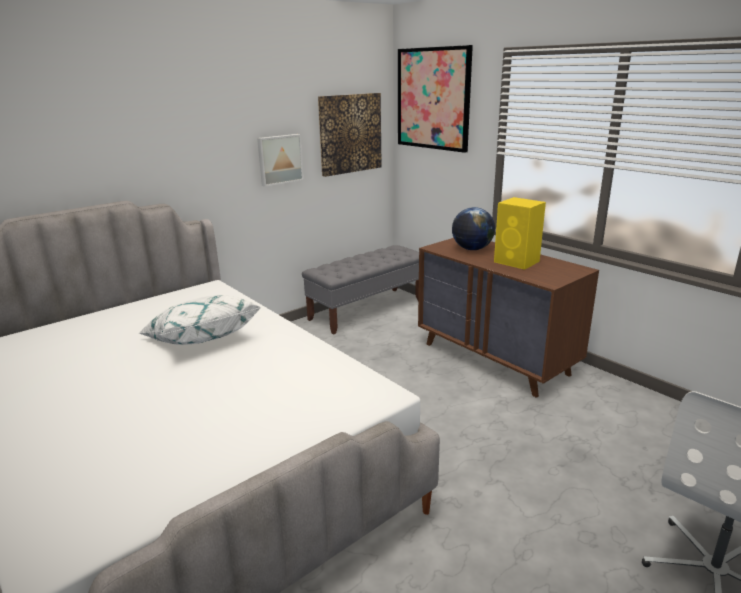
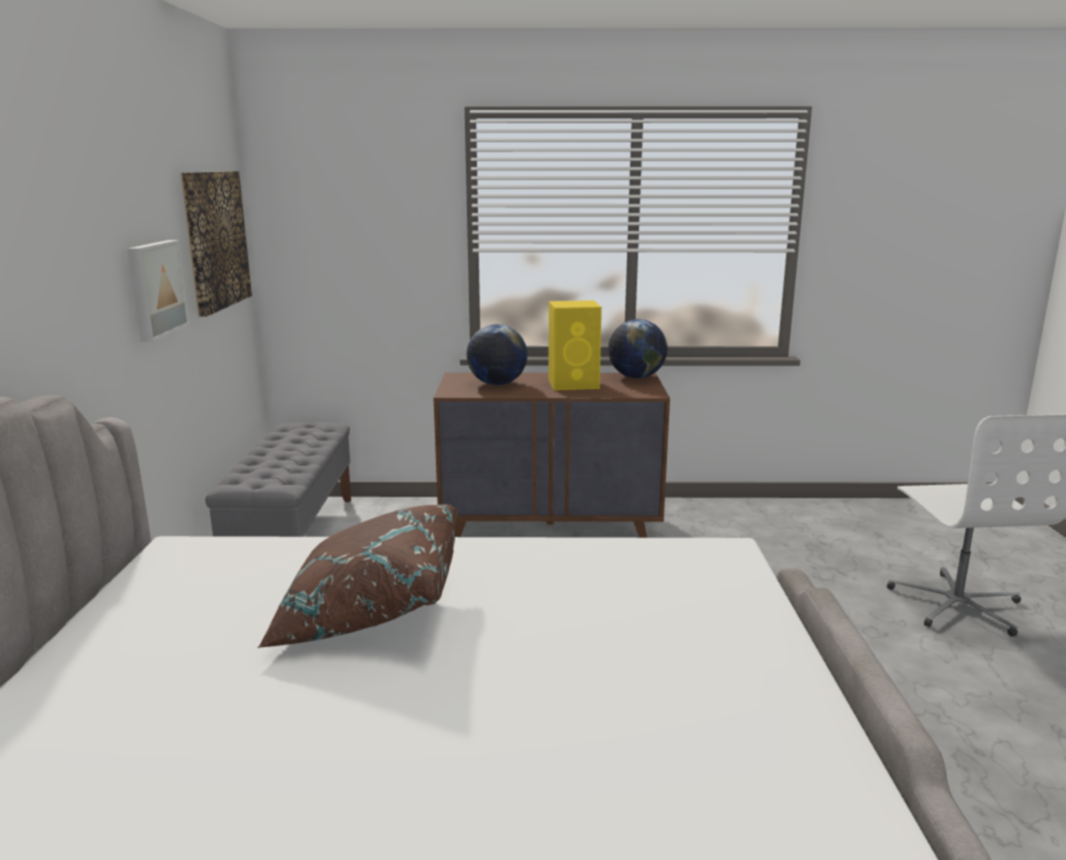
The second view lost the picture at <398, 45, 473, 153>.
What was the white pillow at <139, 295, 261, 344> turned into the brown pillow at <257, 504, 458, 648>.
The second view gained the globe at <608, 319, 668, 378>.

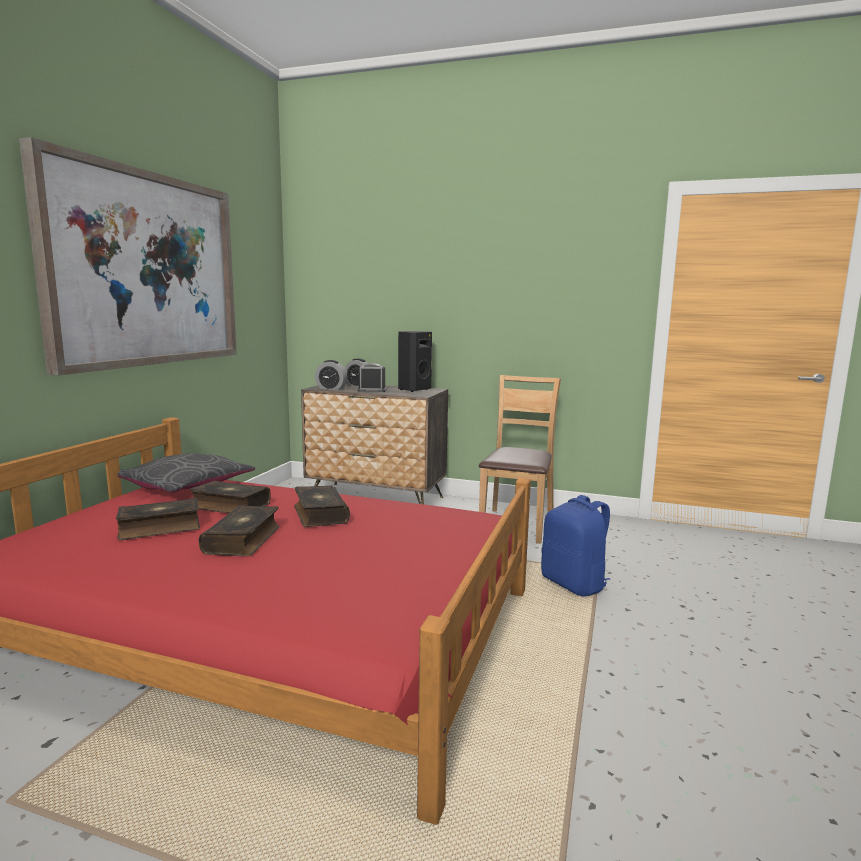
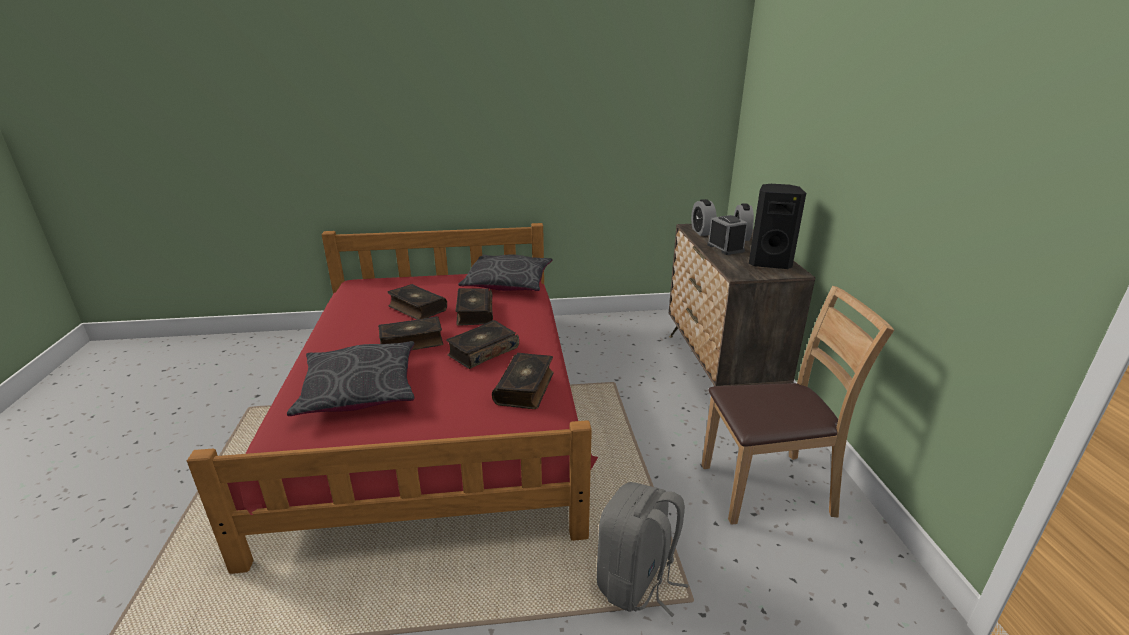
The second view lost the picture at <19, 137, 237, 375>.
What was the blue backpack at <541, 495, 611, 596> turned into the grey backpack at <597, 482, 688, 617>.
The second view gained the grey pillow at <287, 341, 415, 416>.
The second view gained the book at <492, 353, 554, 409>.

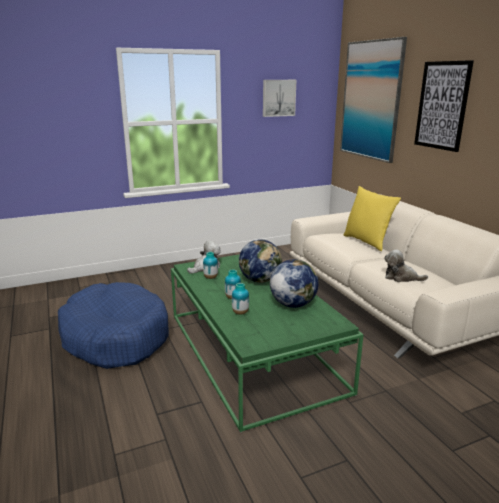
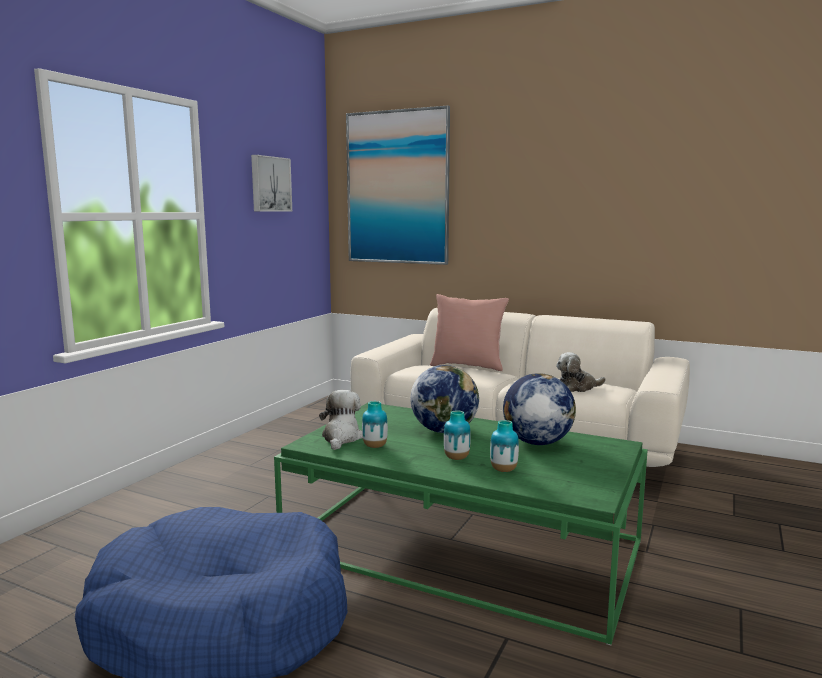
The second view lost the picture at <414, 60, 474, 152>.
What was the yellow pillow at <344, 186, 401, 251> turned into the pink pillow at <430, 294, 509, 371>.

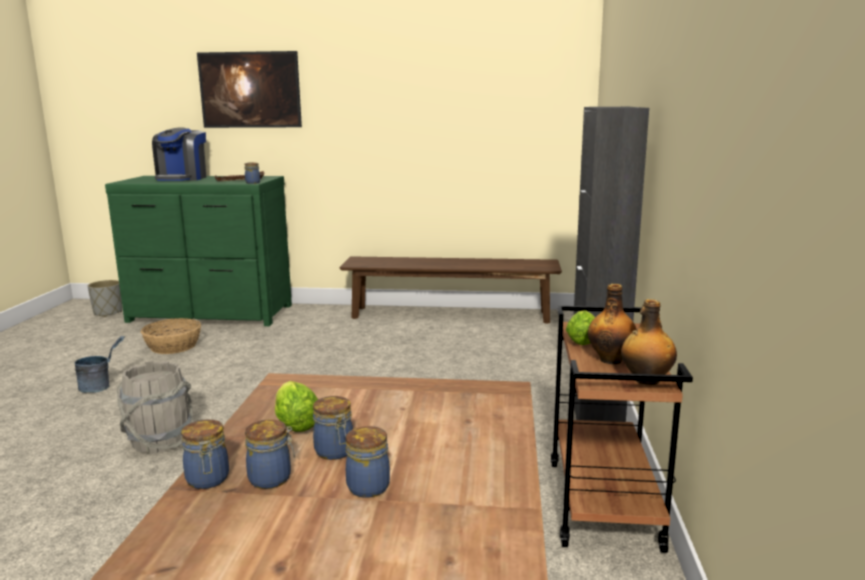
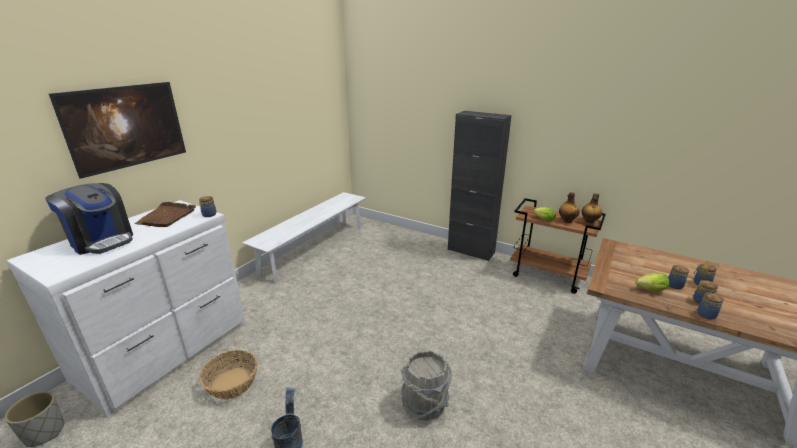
What was the green dresser at <105, 176, 292, 326> turned into the white dresser at <6, 200, 245, 418>.
What was the brown bench at <339, 256, 562, 324> turned into the white bench at <242, 192, 366, 283>.

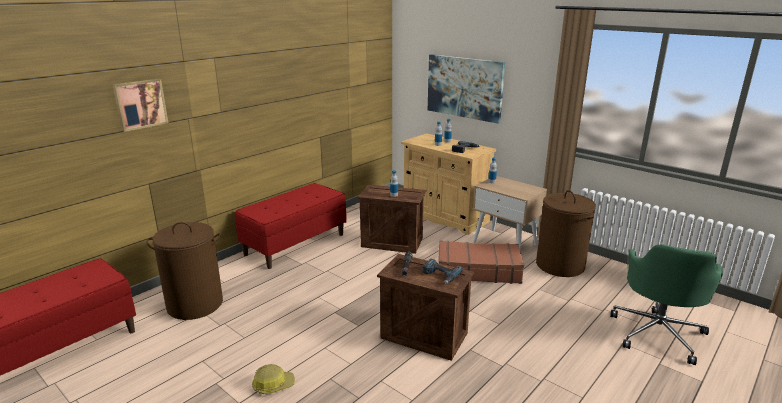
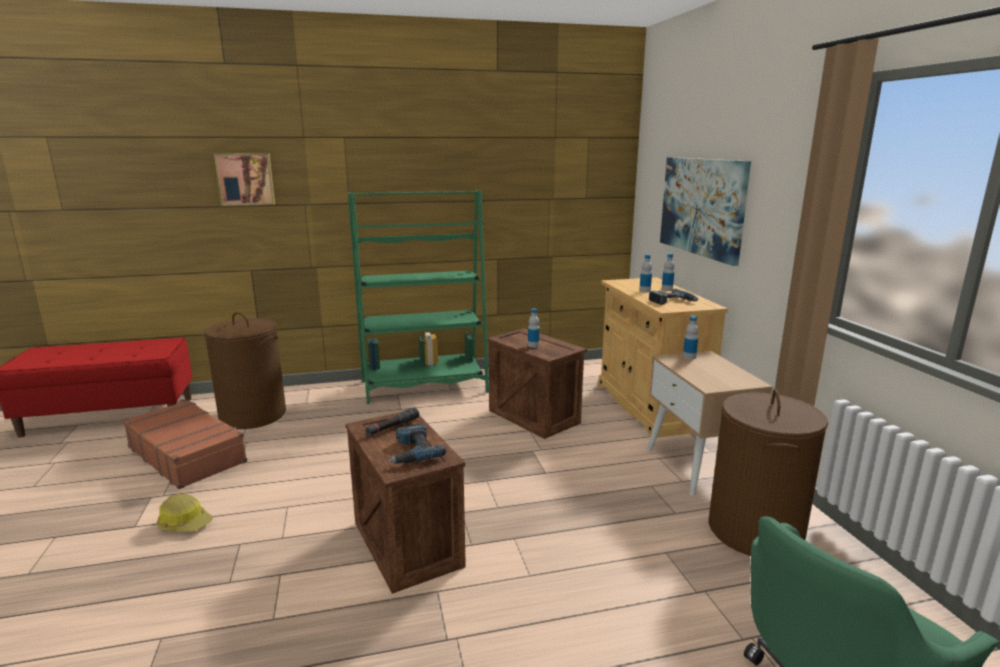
Where the red bench stood at <235, 183, 347, 269>, the green bookcase came to stand at <348, 190, 489, 404>.
The brown suitcase ended up elsewhere, having gone from <438, 241, 524, 284> to <122, 400, 247, 489>.

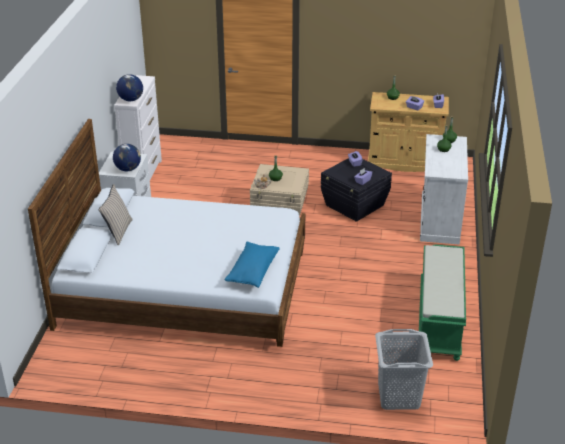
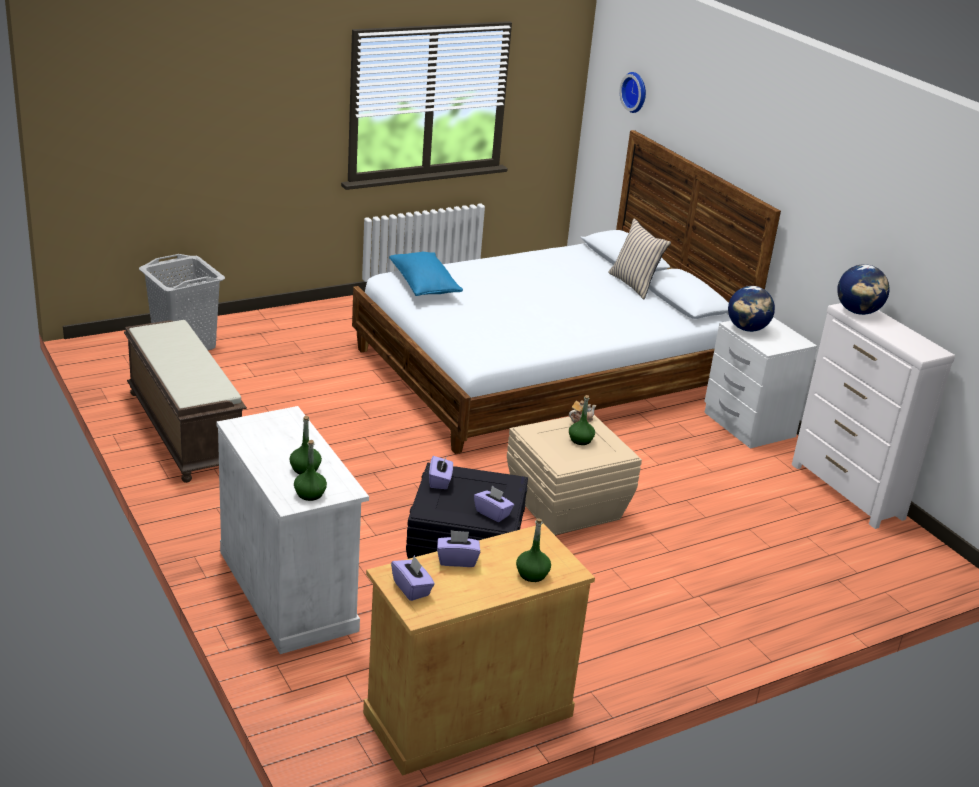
What was the green bench at <419, 245, 466, 361> turned into the brown bench at <124, 320, 247, 483>.
The second view gained the wall clock at <620, 72, 646, 113>.

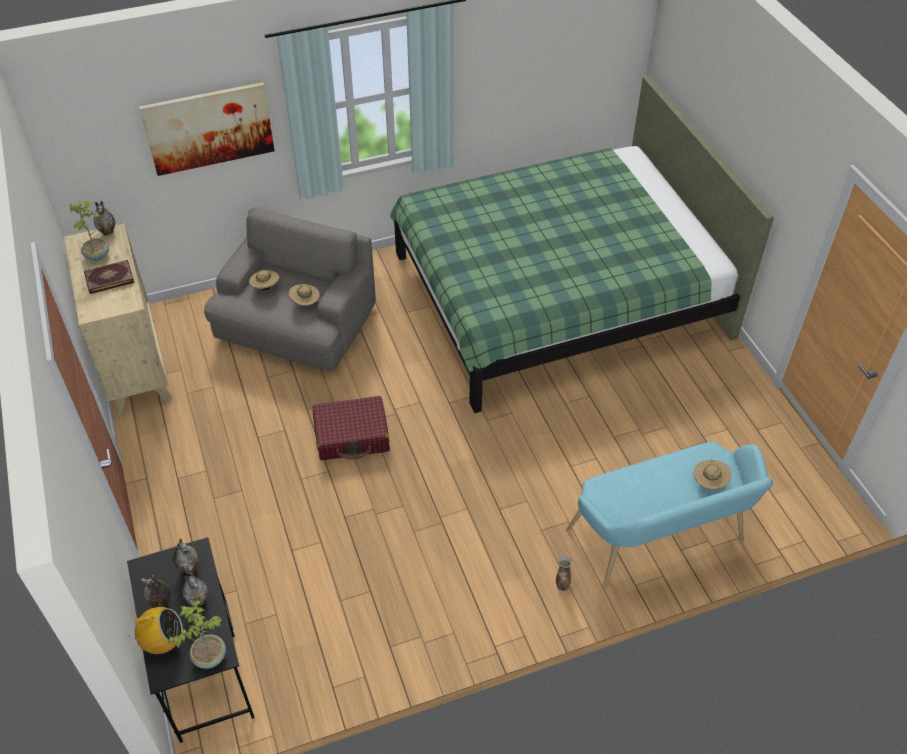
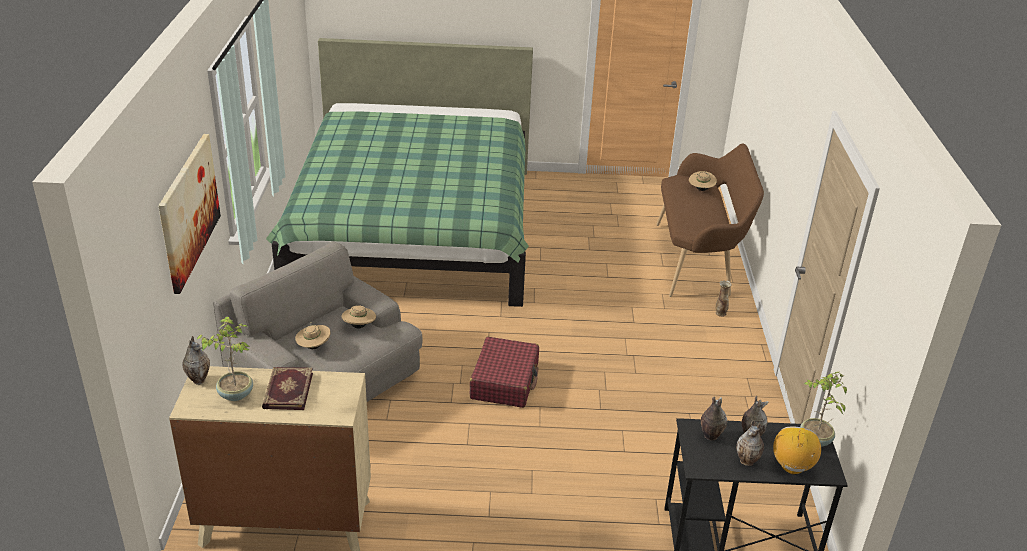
What was the turquoise bench at <566, 442, 773, 588> turned into the brown bench at <656, 143, 764, 297>.

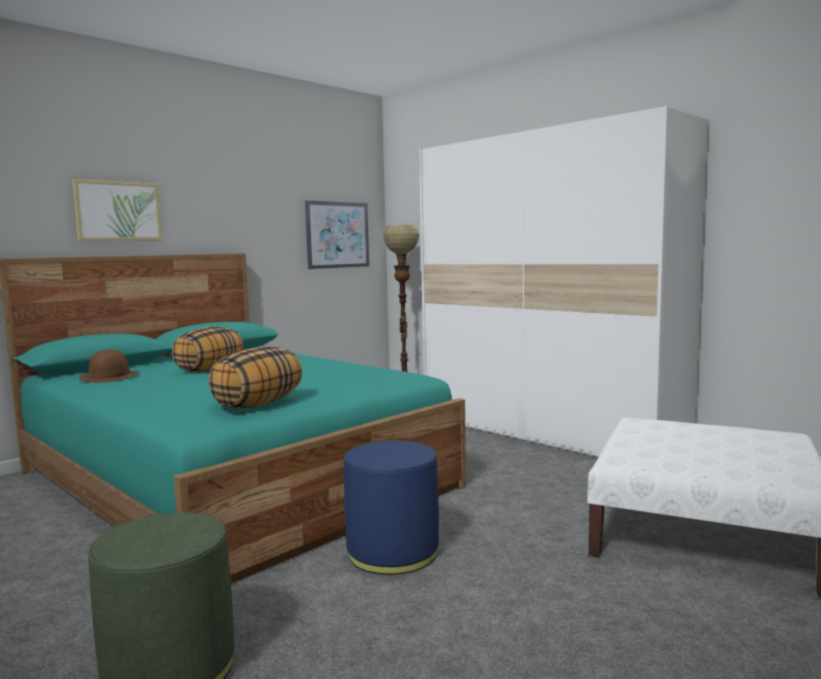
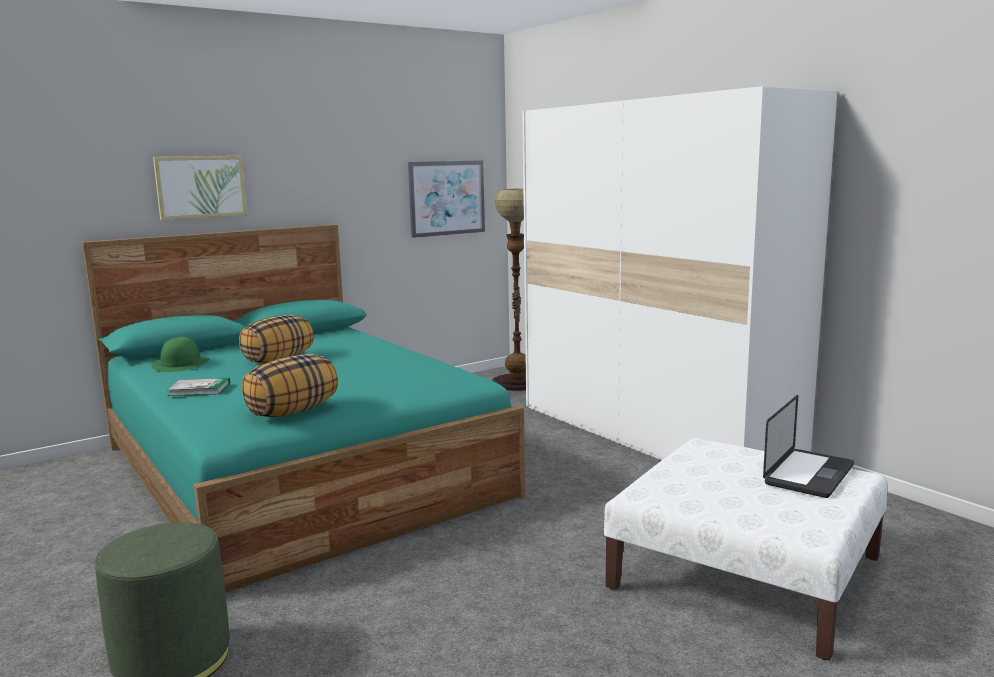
What was the brown hat at <79, 349, 139, 383> turned into the green hat at <151, 337, 210, 372>.
The second view lost the blue ottoman at <344, 441, 439, 575>.
The second view gained the book at <167, 378, 230, 396>.
The second view gained the laptop at <763, 395, 854, 498>.

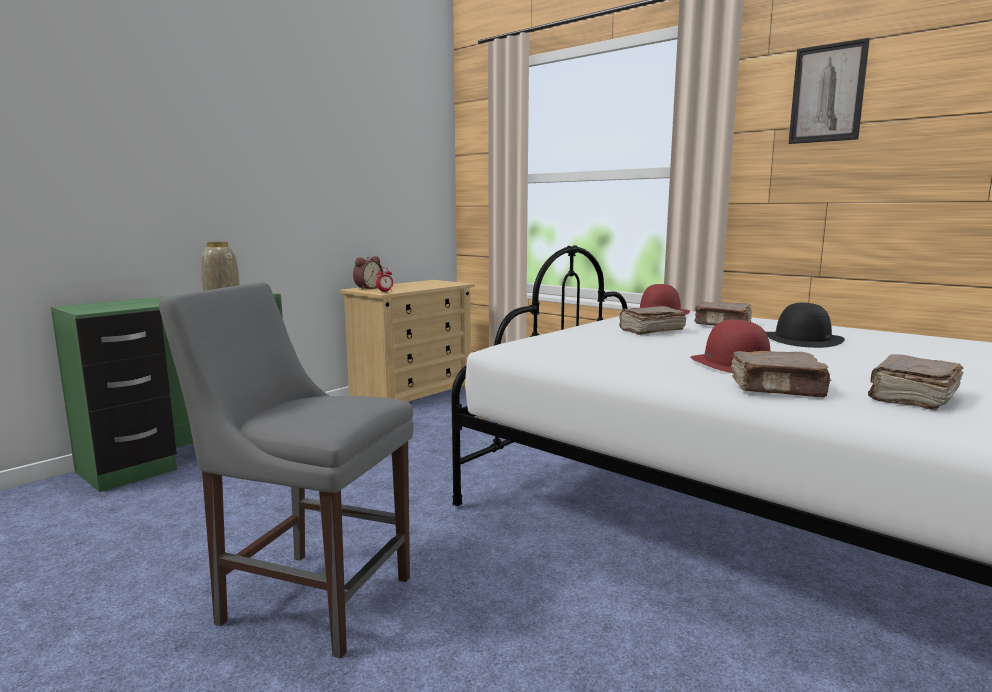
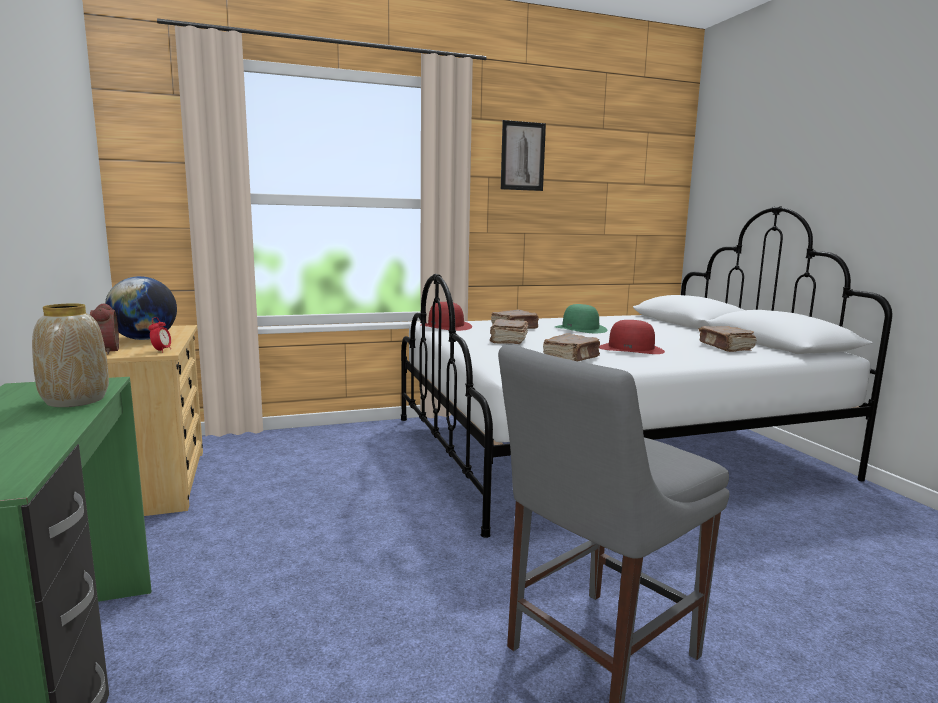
What was the black hat at <766, 303, 845, 348> turned into the green hat at <555, 304, 608, 333>.
The brown book ended up elsewhere, having gone from <731, 351, 832, 397> to <543, 333, 600, 361>.
The second view gained the globe at <105, 276, 177, 340>.

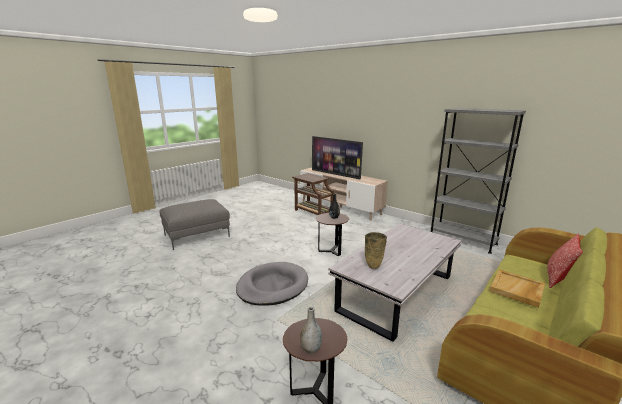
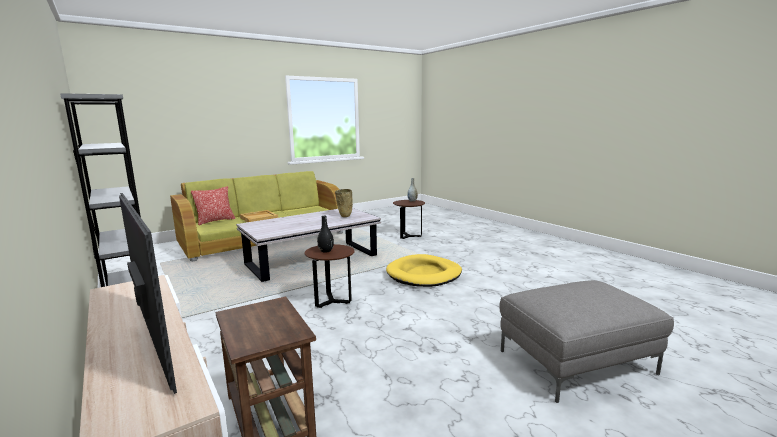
What was the grey dog bed at <236, 262, 308, 306> turned into the yellow dog bed at <386, 254, 462, 287>.

